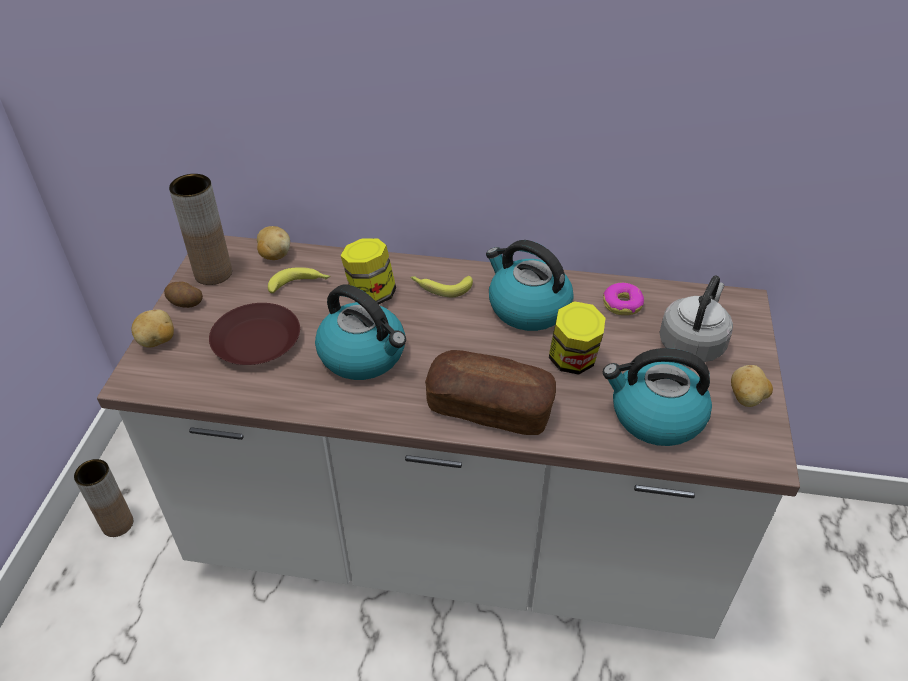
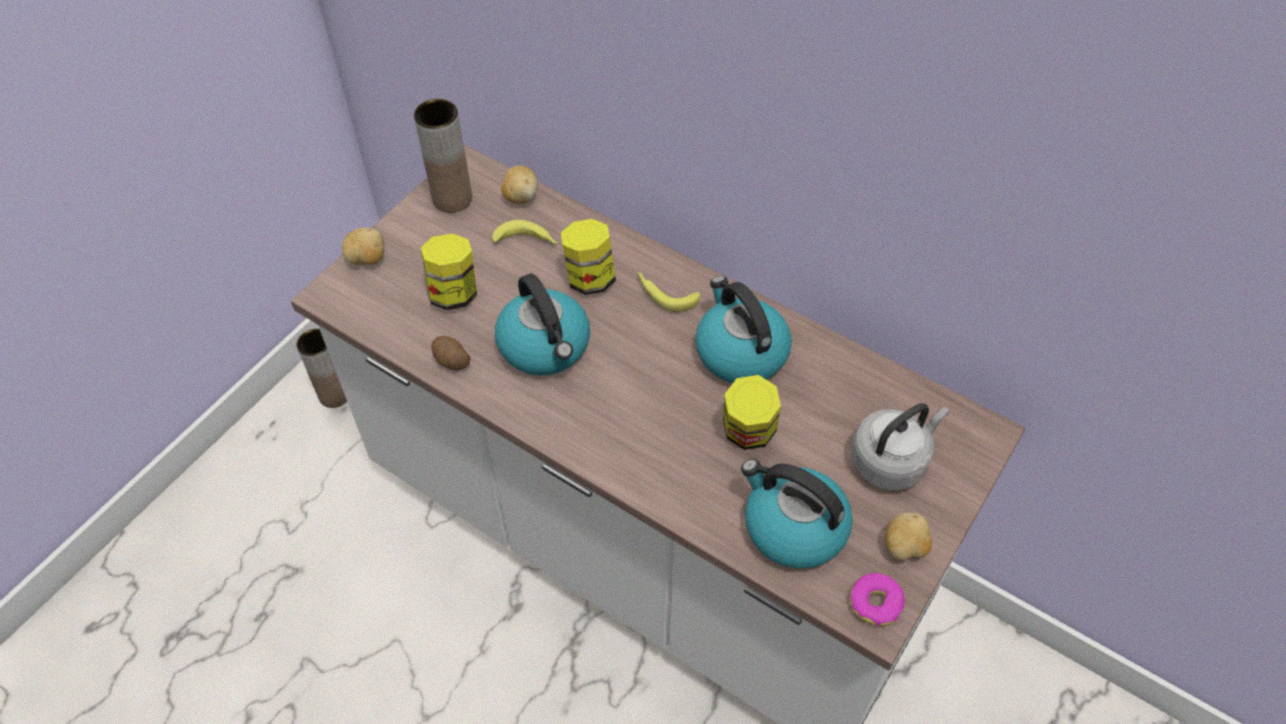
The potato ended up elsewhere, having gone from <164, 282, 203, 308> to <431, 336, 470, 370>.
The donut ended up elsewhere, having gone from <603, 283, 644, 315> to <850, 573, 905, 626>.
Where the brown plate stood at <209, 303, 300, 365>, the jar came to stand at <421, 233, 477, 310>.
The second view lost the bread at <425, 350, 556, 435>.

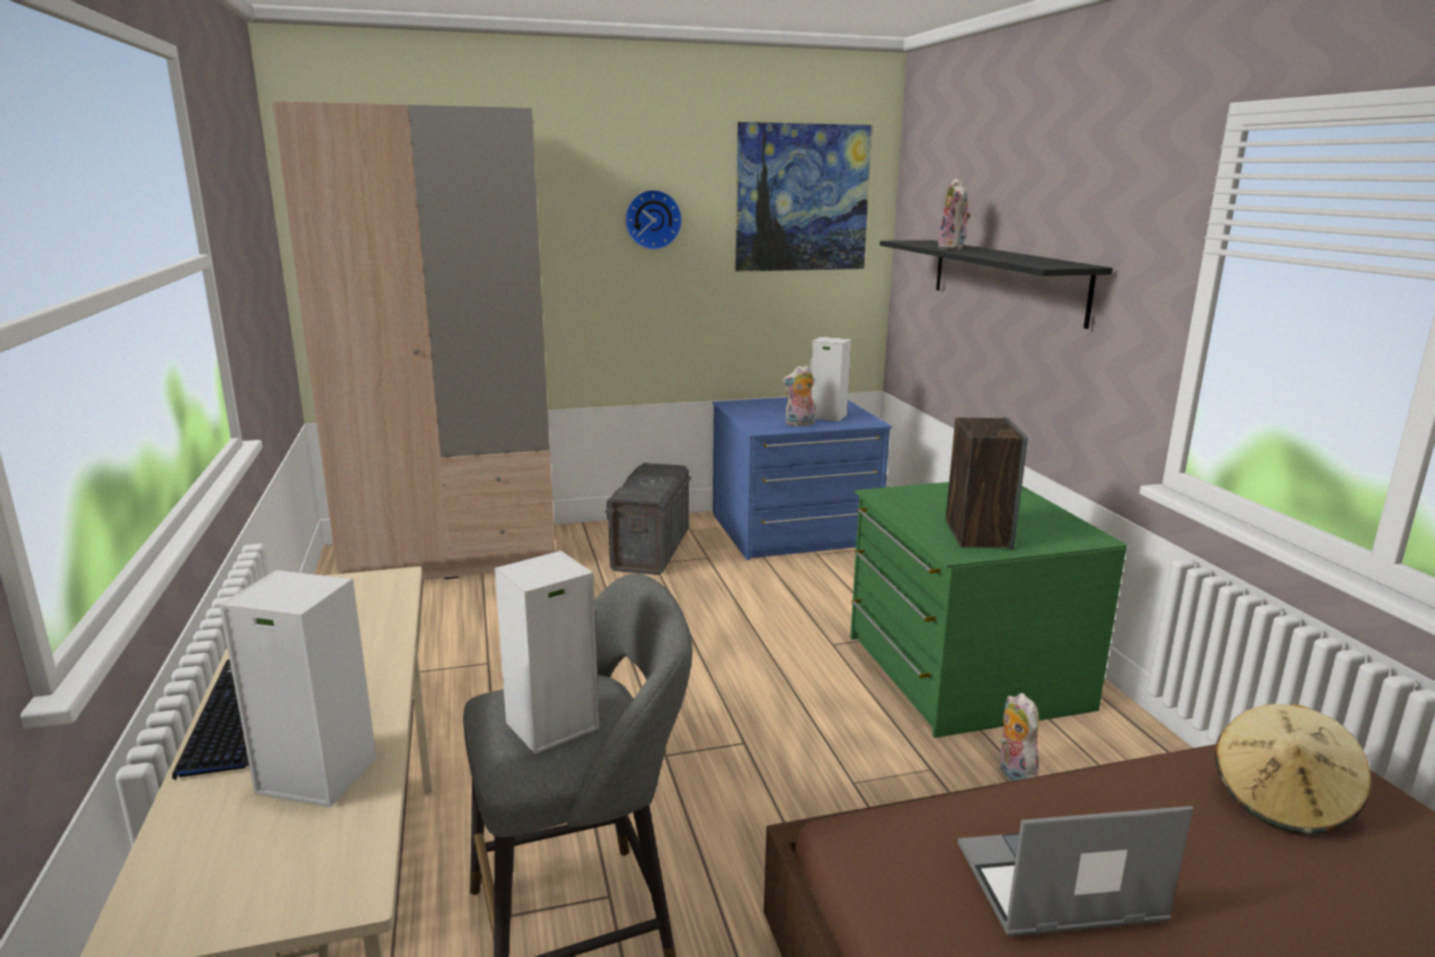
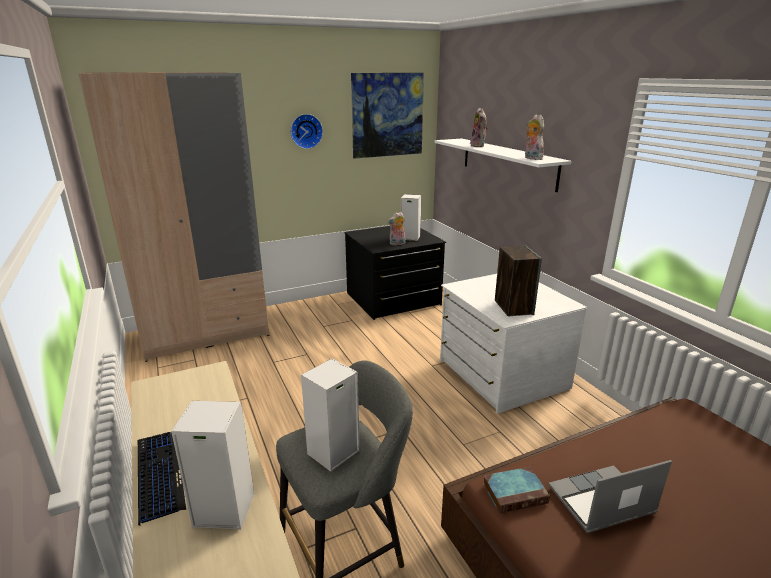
What was the black shelf at <880, 240, 1113, 329> turned into the white shelf at <435, 139, 572, 192>.
What was the blue dresser at <712, 397, 892, 561> turned into the black dresser at <344, 226, 446, 320>.
The second view lost the grey storage box at <605, 463, 691, 575>.
What was the green dresser at <850, 482, 1127, 738> turned into the white dresser at <440, 274, 587, 414>.
The plush toy ended up elsewhere, having gone from <1000, 693, 1039, 782> to <525, 115, 544, 160>.
The second view lost the beige hat at <1215, 704, 1371, 835>.
The second view gained the book at <483, 467, 550, 514>.

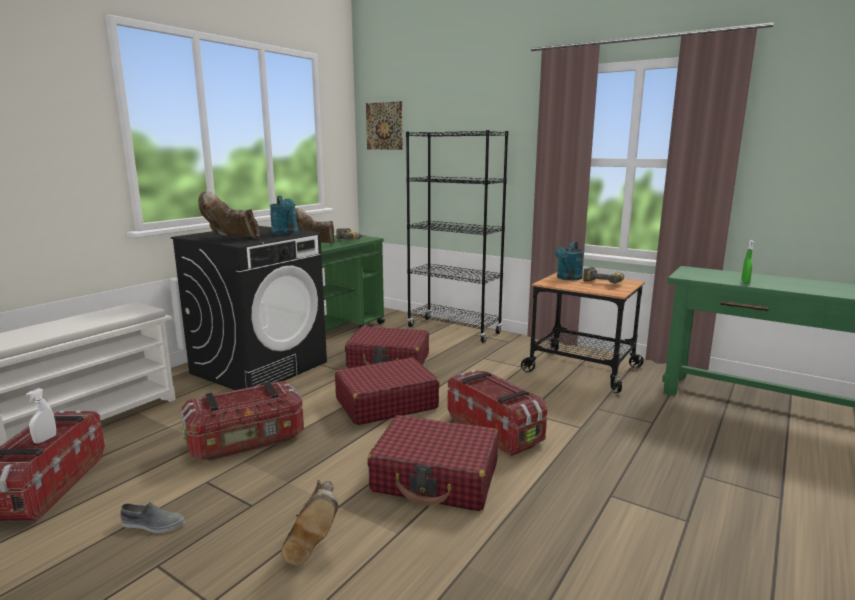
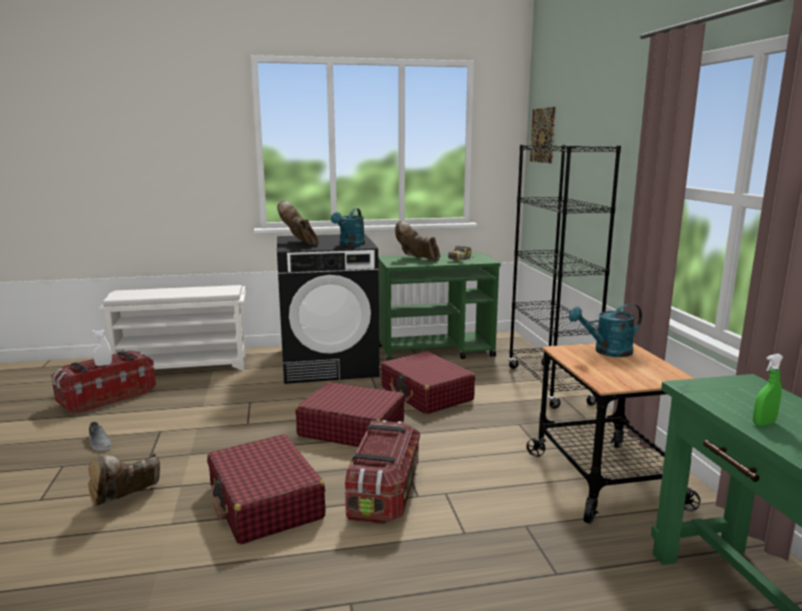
The second view lost the power drill at <583, 267, 625, 284>.
The second view lost the storage box at <181, 381, 304, 461>.

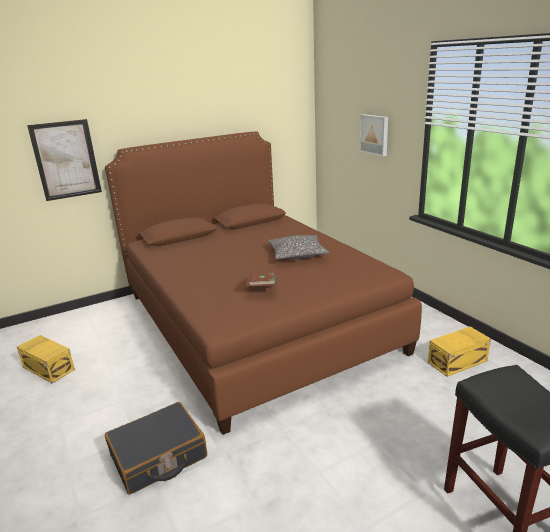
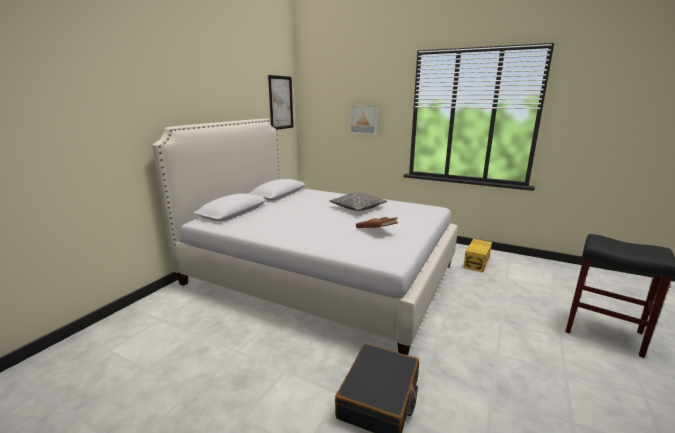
The picture ended up elsewhere, having gone from <27, 119, 102, 201> to <268, 75, 294, 130>.
What was the brown bed at <105, 131, 422, 435> turned into the white bed at <152, 119, 458, 355>.
The second view lost the yellow storage box at <17, 335, 75, 383>.

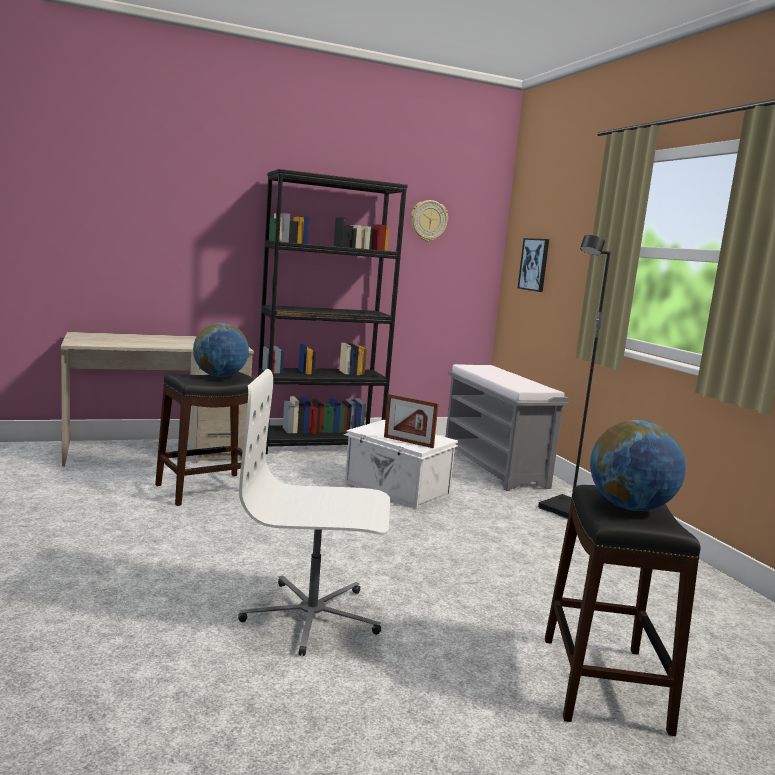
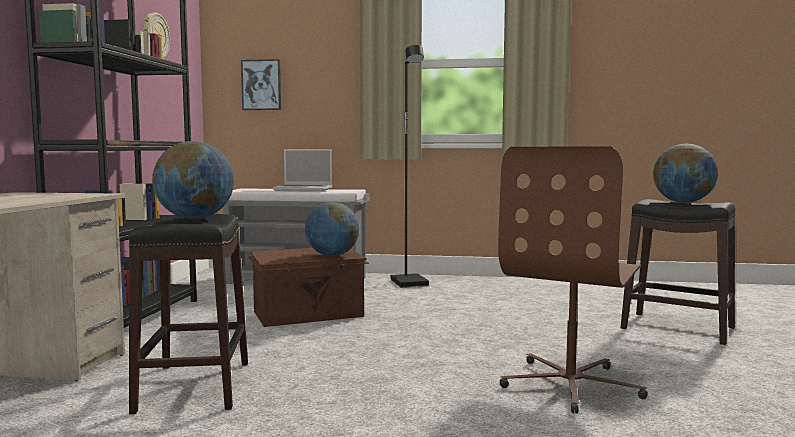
What was the white office chair at <238, 369, 390, 656> turned into the brown office chair at <498, 146, 648, 413>.
Where the picture frame stood at <384, 394, 439, 448>, the globe came to stand at <305, 202, 359, 256>.
What was the white storage box at <343, 420, 458, 509> turned into the brown storage box at <249, 248, 369, 327>.
The second view gained the laptop at <273, 149, 332, 191>.

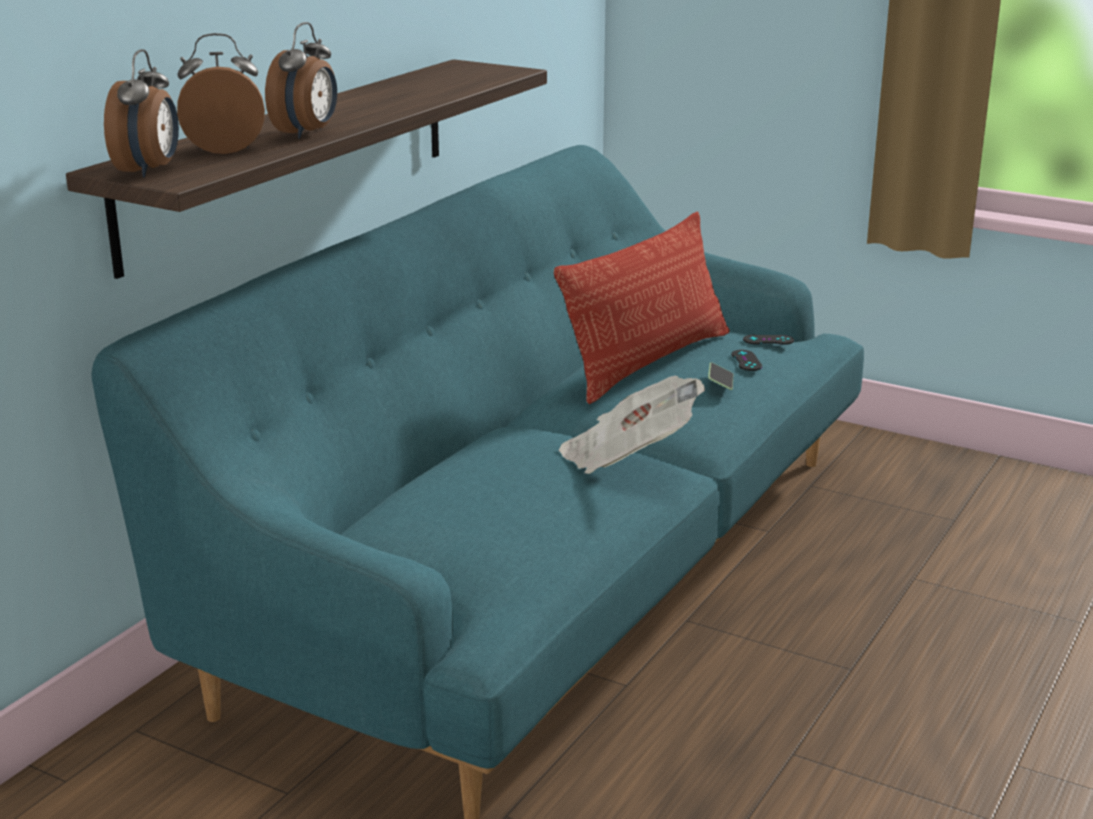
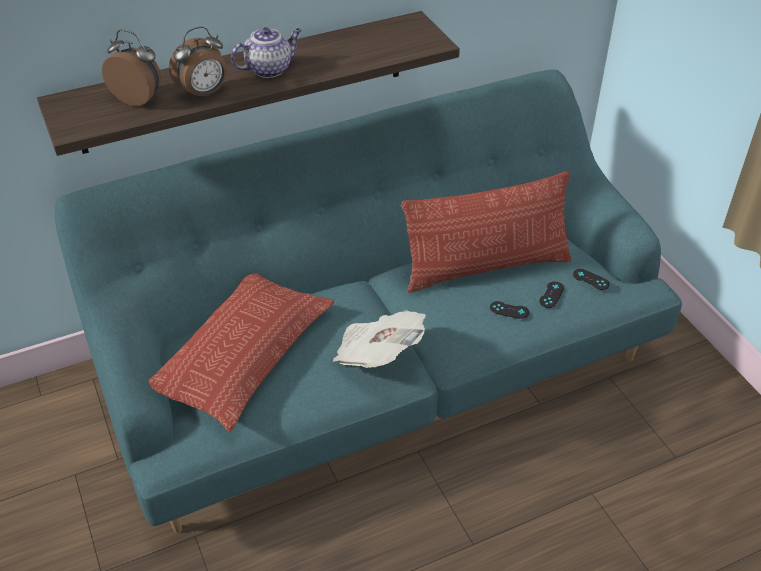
The second view lost the alarm clock at <104, 49, 179, 178>.
Where the phone stood at <708, 362, 733, 390>, the black game controller came to stand at <490, 301, 529, 319>.
The second view gained the teapot at <231, 27, 301, 78>.
The second view gained the pillow at <148, 273, 334, 432>.

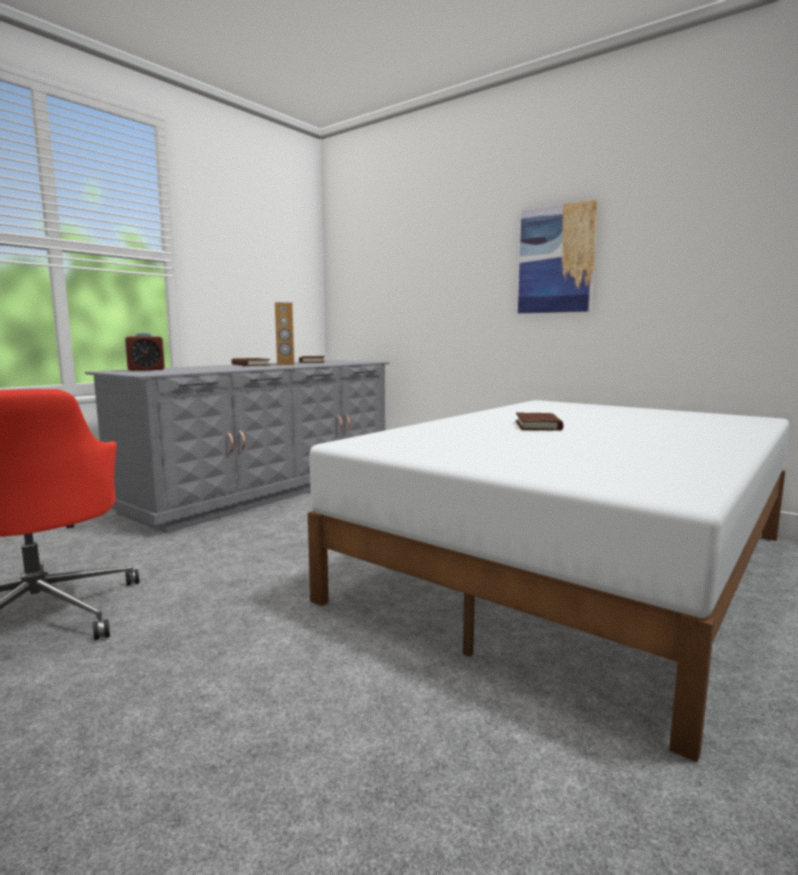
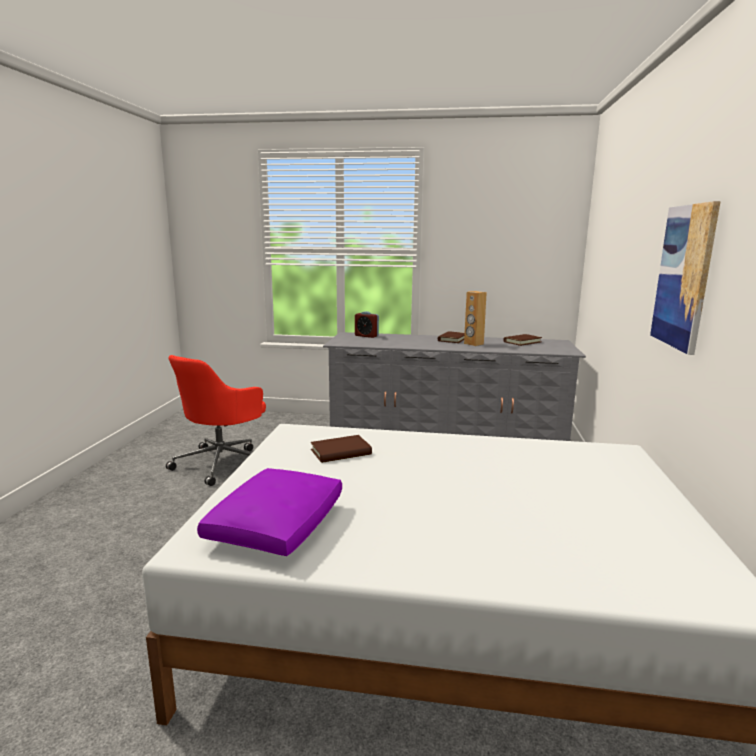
The brown book ended up elsewhere, having gone from <516, 413, 563, 431> to <311, 435, 372, 463>.
The second view gained the purple pillow at <197, 468, 342, 556>.

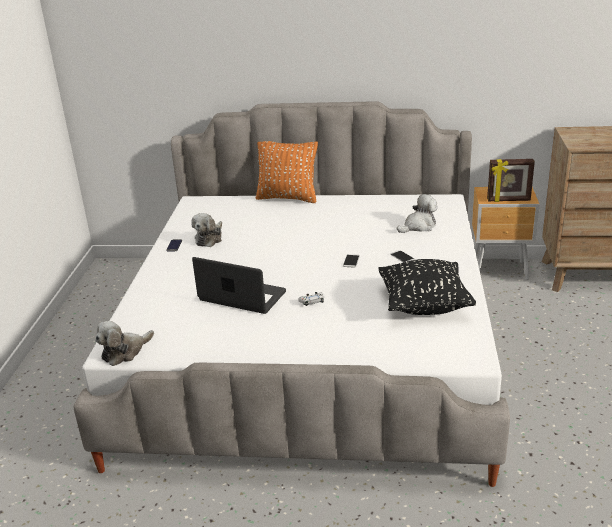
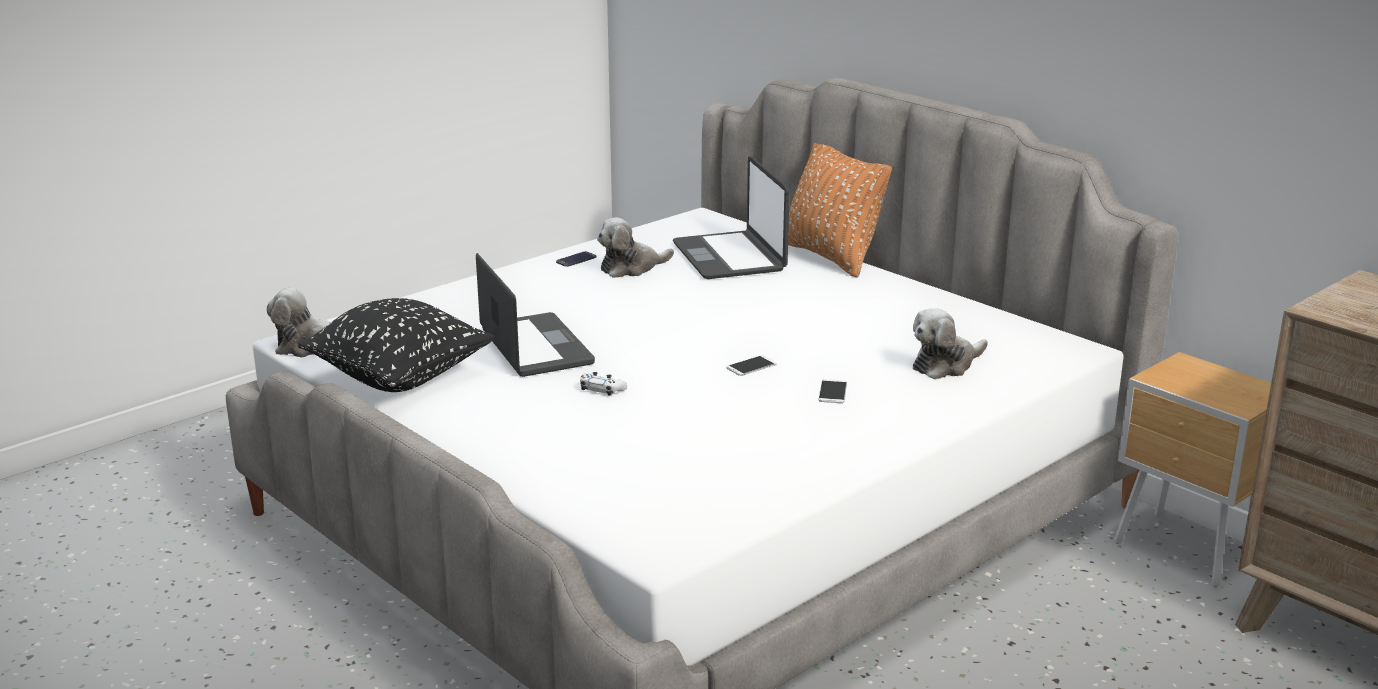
The second view lost the picture frame at <487, 159, 535, 202>.
The plush toy at <397, 194, 438, 233> ended up facing another way, 135 degrees clockwise from before.
The black pillow ended up elsewhere, having gone from <379, 259, 476, 315> to <298, 298, 495, 392>.
The second view gained the laptop at <673, 156, 790, 279>.

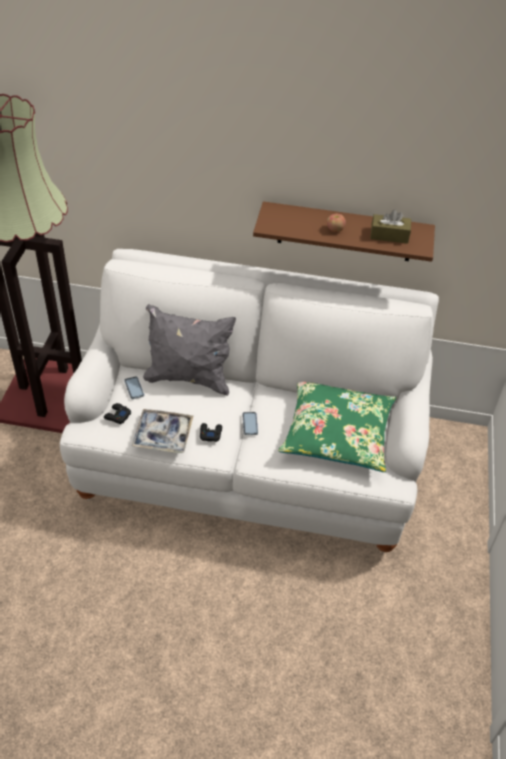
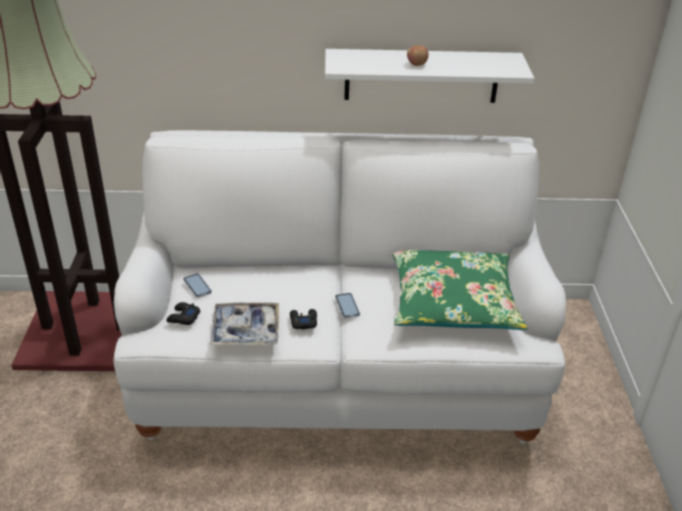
What was the brown shelf at <253, 201, 435, 262> turned into the white shelf at <325, 49, 535, 103>.
The second view lost the brown tissue box at <370, 209, 411, 244>.
The second view lost the grey pillow at <143, 304, 236, 396>.

